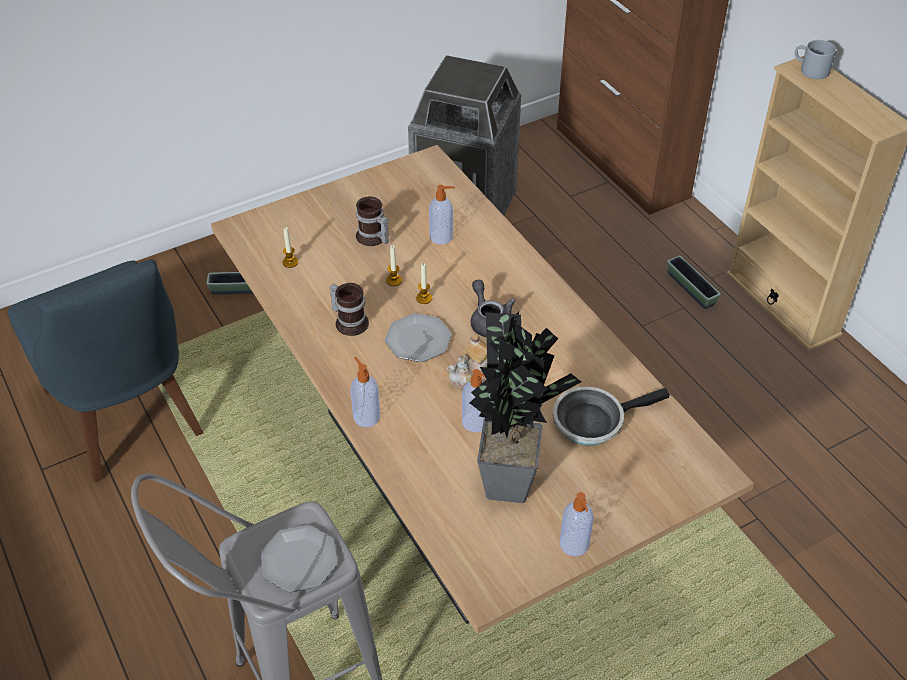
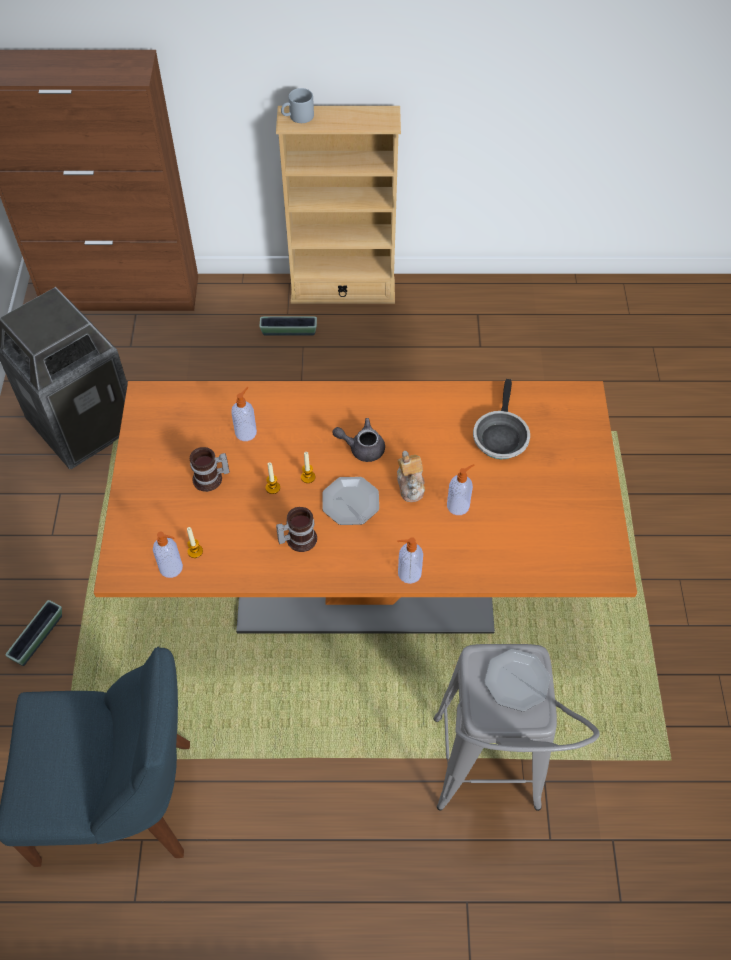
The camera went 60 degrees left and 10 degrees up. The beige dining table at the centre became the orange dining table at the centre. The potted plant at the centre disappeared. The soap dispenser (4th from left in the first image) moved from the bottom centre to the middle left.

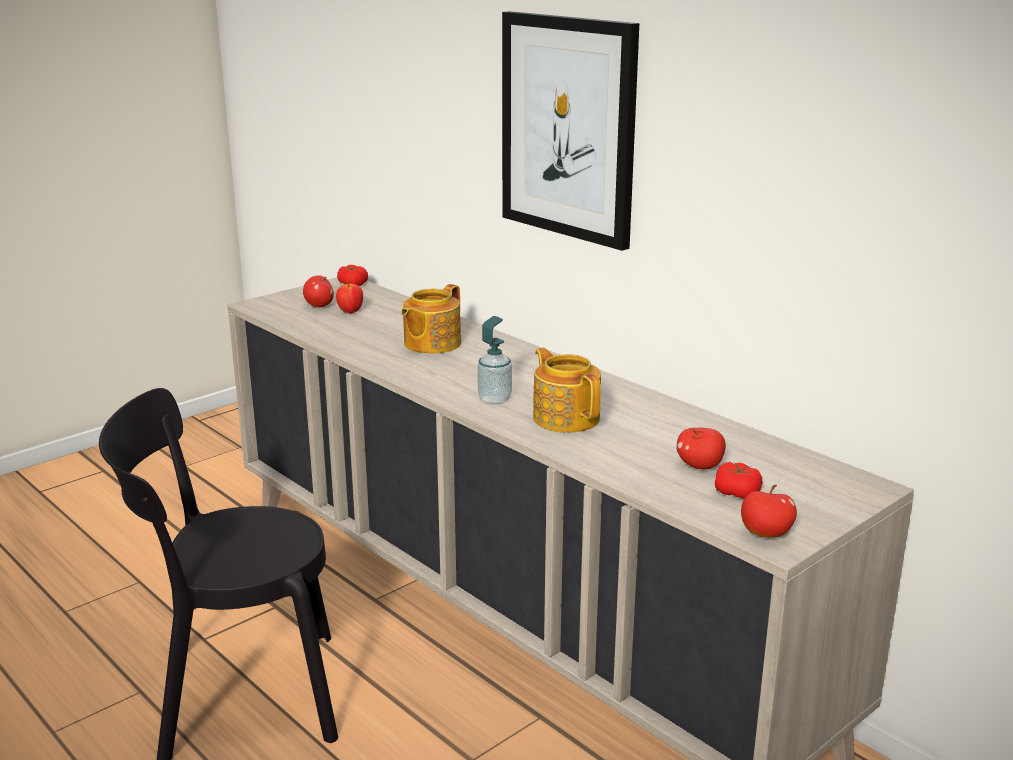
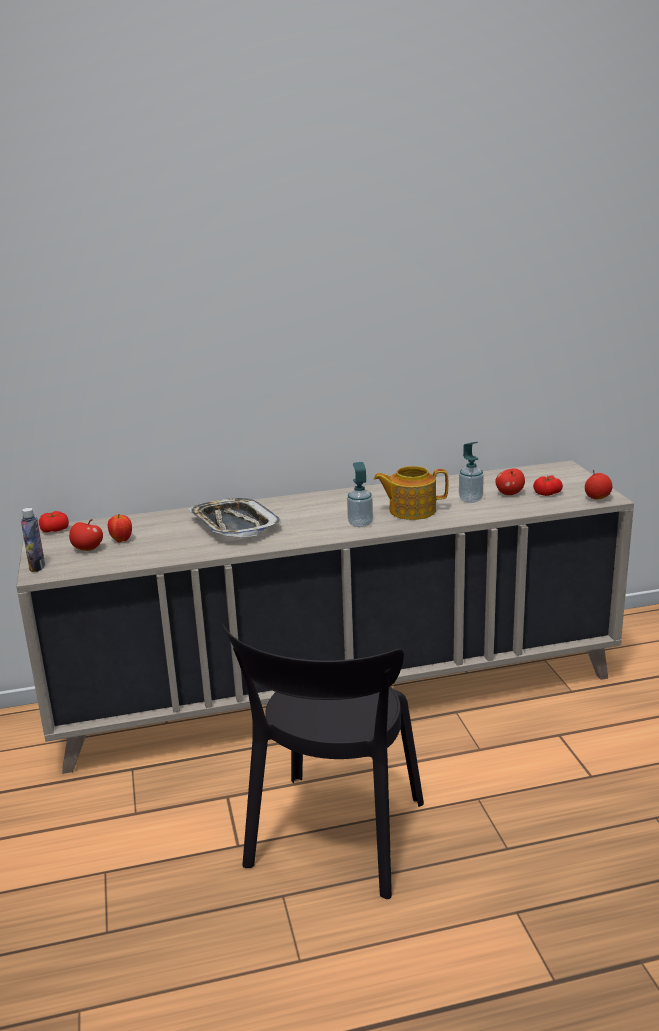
The camera went 60 degrees left and 0 degrees up. The teapot (1st from left) at the centre was replaced by the tray at the centre. The picture at the top centre disappeared. The bottle at the middle left appeared. The soap dispenser (2nd from left) at the middle right appeared.

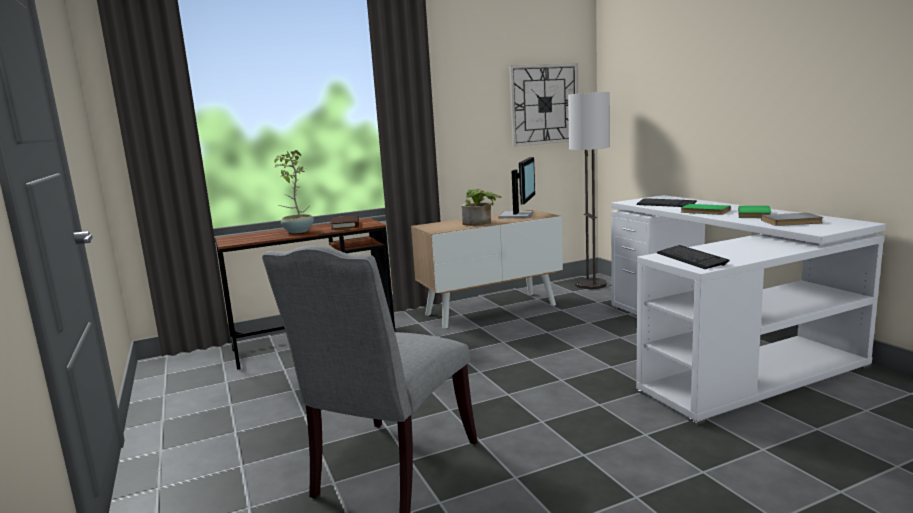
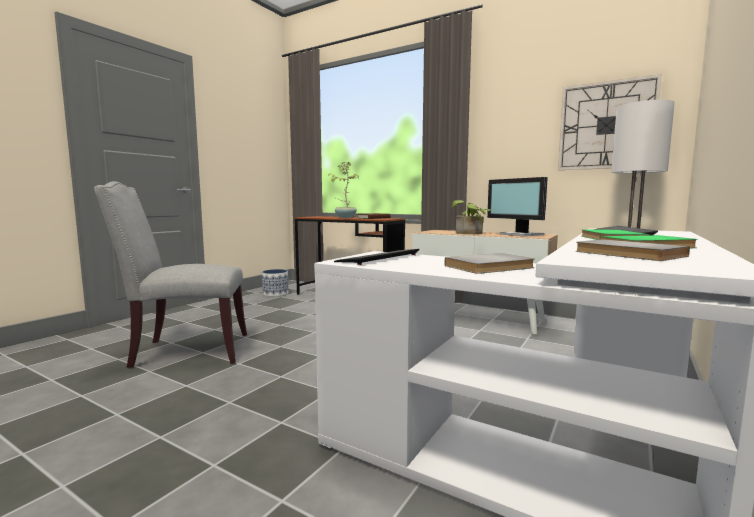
The camera went 55 degrees right and 5 degrees down. The monitor at the centre turned 75 degrees clockwise. The planter at the centre appeared. The grey book (1st from left) at the centre appeared.

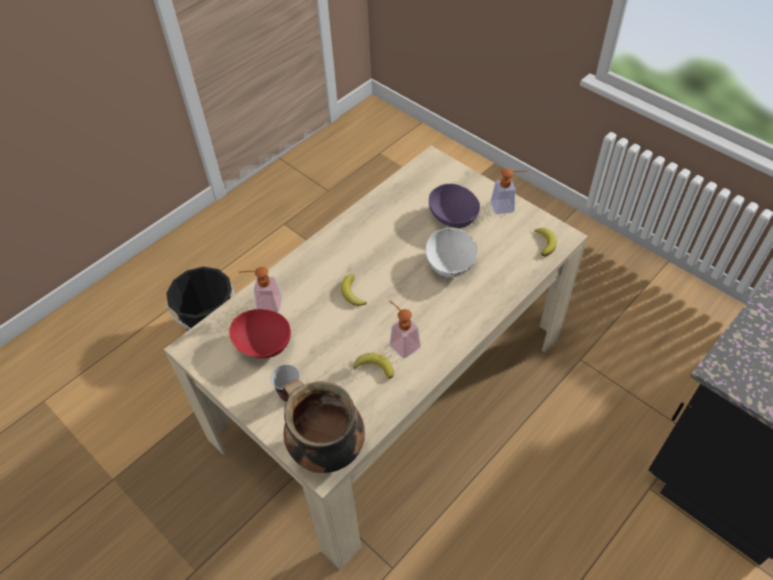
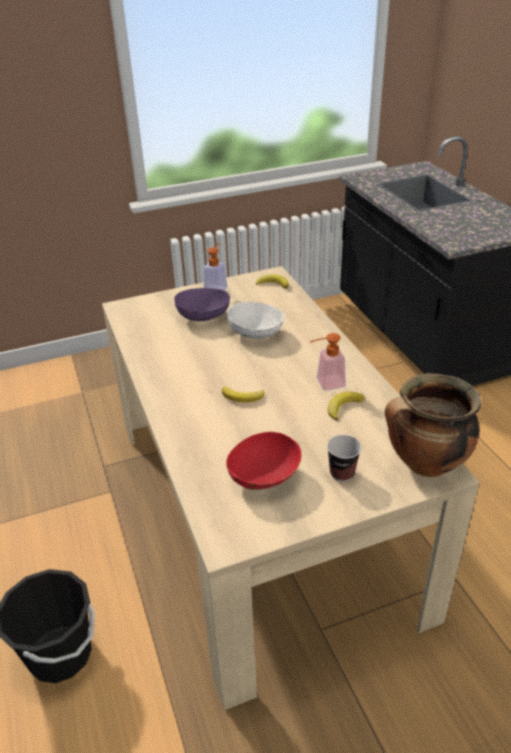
The camera went 65 degrees left and 15 degrees down. The soap dispenser (1st from left) at the centre disappeared.

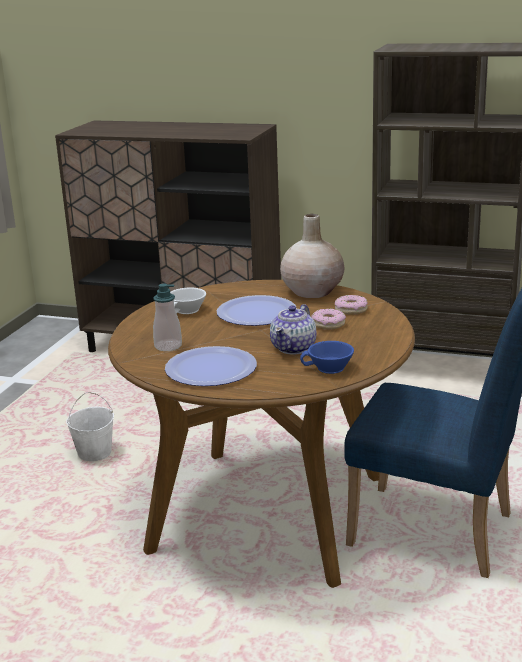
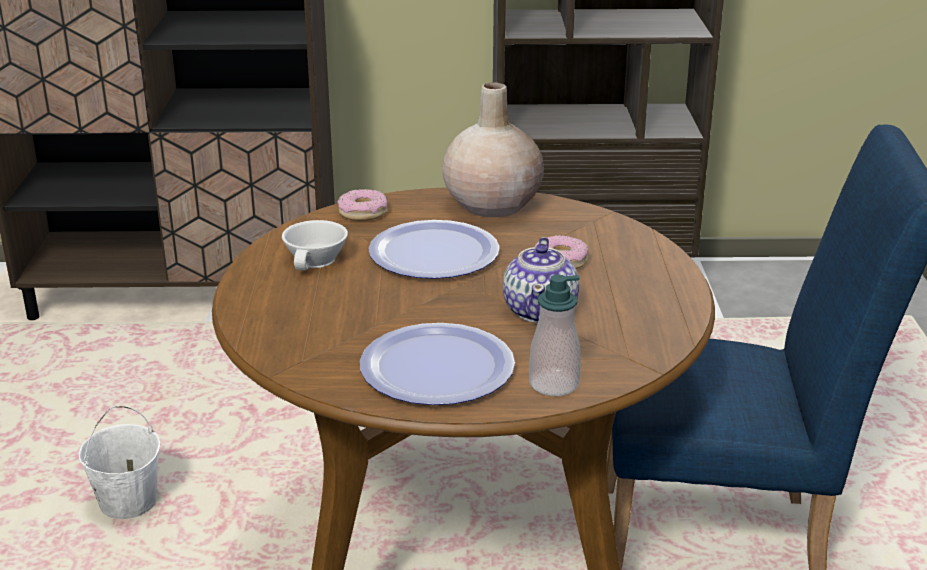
The camera went 20 degrees left and 5 degrees up. The soap dispenser moved from the middle left to the centre. The blue cup at the centre disappeared. The donut (2nd from left in the first image) moved from the middle right to the centre.

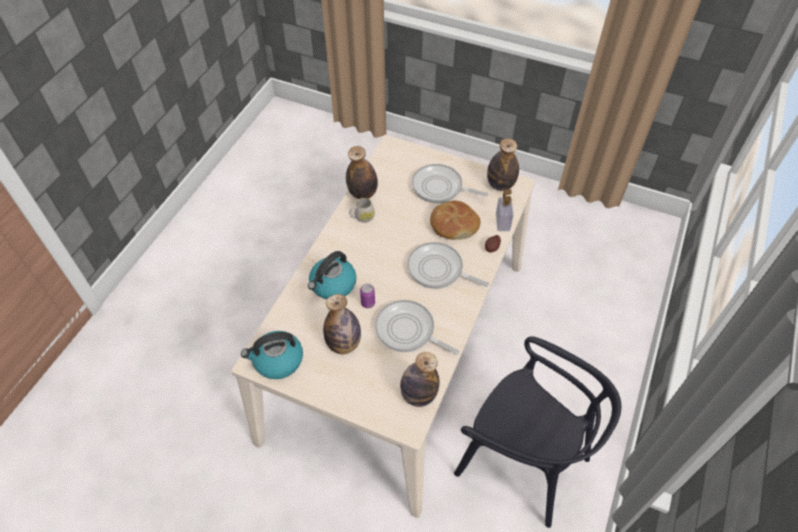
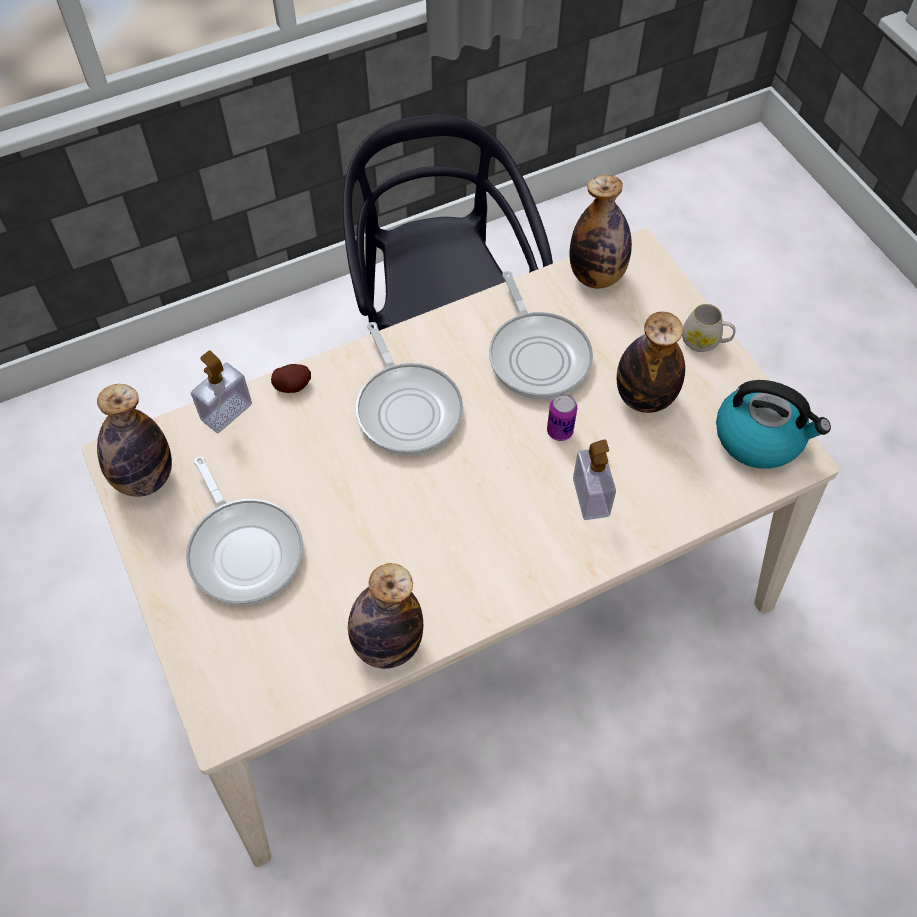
The camera went 140 degrees left and 5 degrees up. The kettle (2nd from left) at the centre was replaced by the soap dispenser (2nd from left) at the centre. The white mug moved from the centre to the middle right. The bread at the centre disappeared.

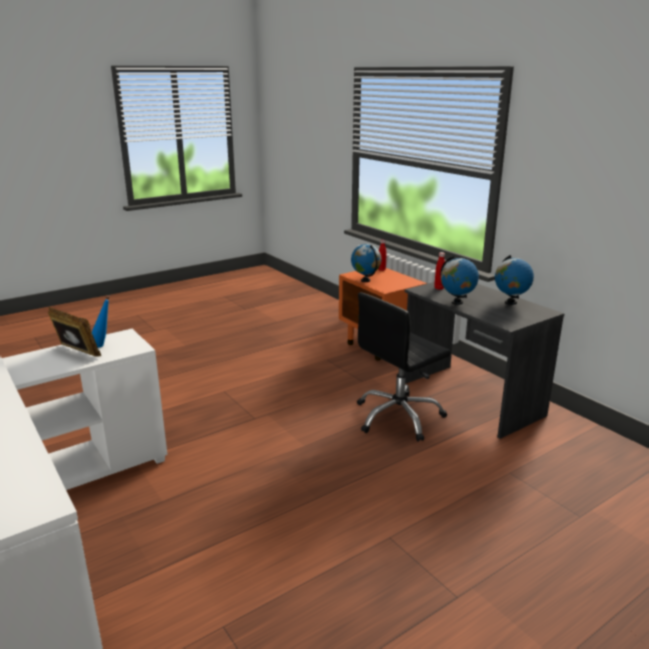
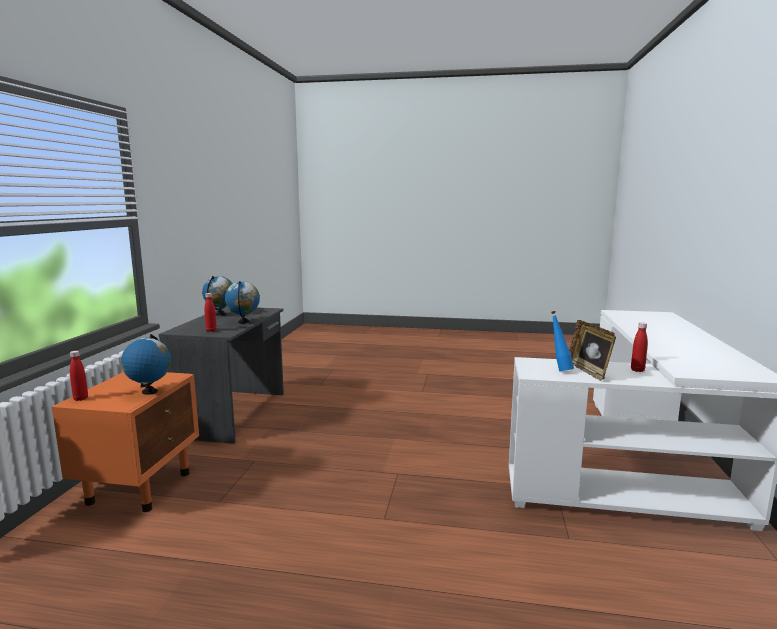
The camera went 135 degrees left and 10 degrees down. The black office chair at the centre disappeared. The red bottle (3rd from left) at the middle right appeared.

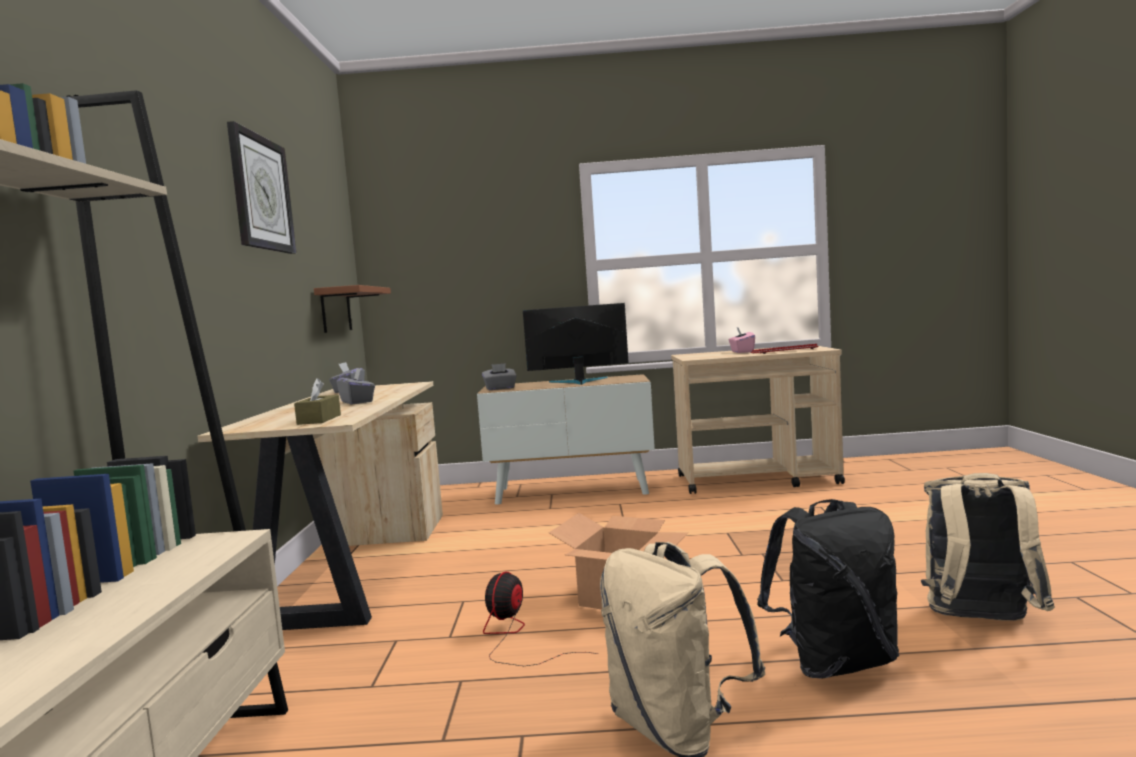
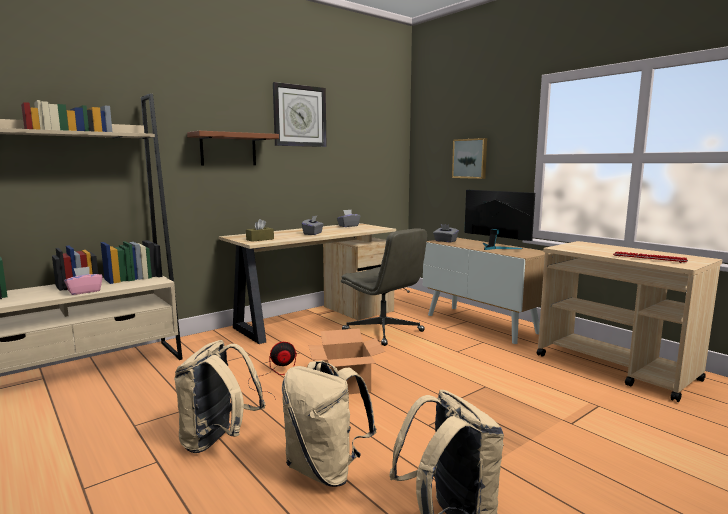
The camera went 50 degrees right and 5 degrees up. The brown shelf moved from the middle left to the top left. The pink tissue box moved from the centre to the middle left. The black backpack at the bottom right became the beige backpack (2nd from left) at the bottom centre. The grey office chair at the centre appeared. The picture at the top centre appeared.

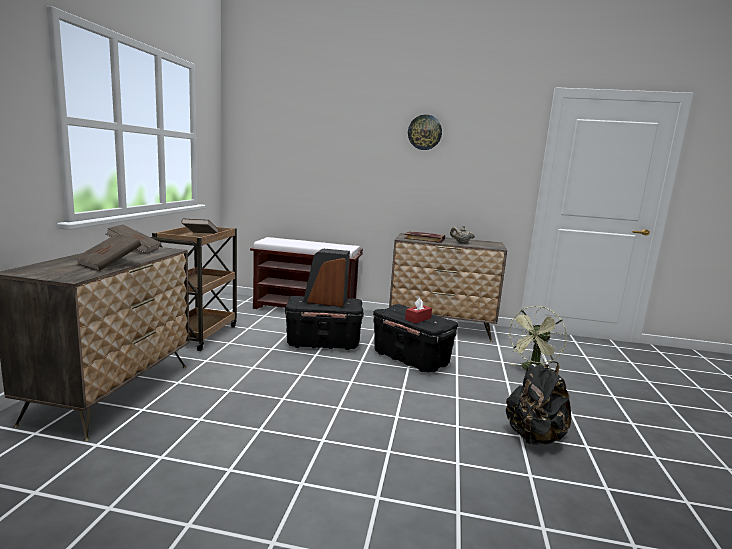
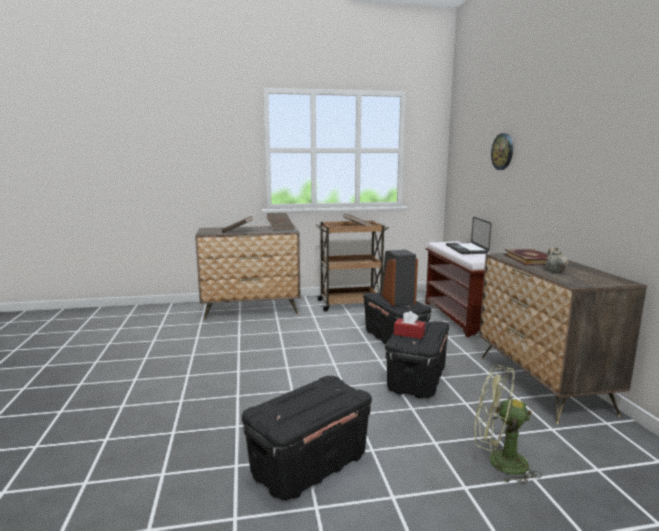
The camera went 70 degrees right and 0 degrees up. The wall clock moved from the top centre to the top right. The black backpack at the bottom right was replaced by the black storage box (1st from left) at the bottom centre. The laptop at the middle right appeared.

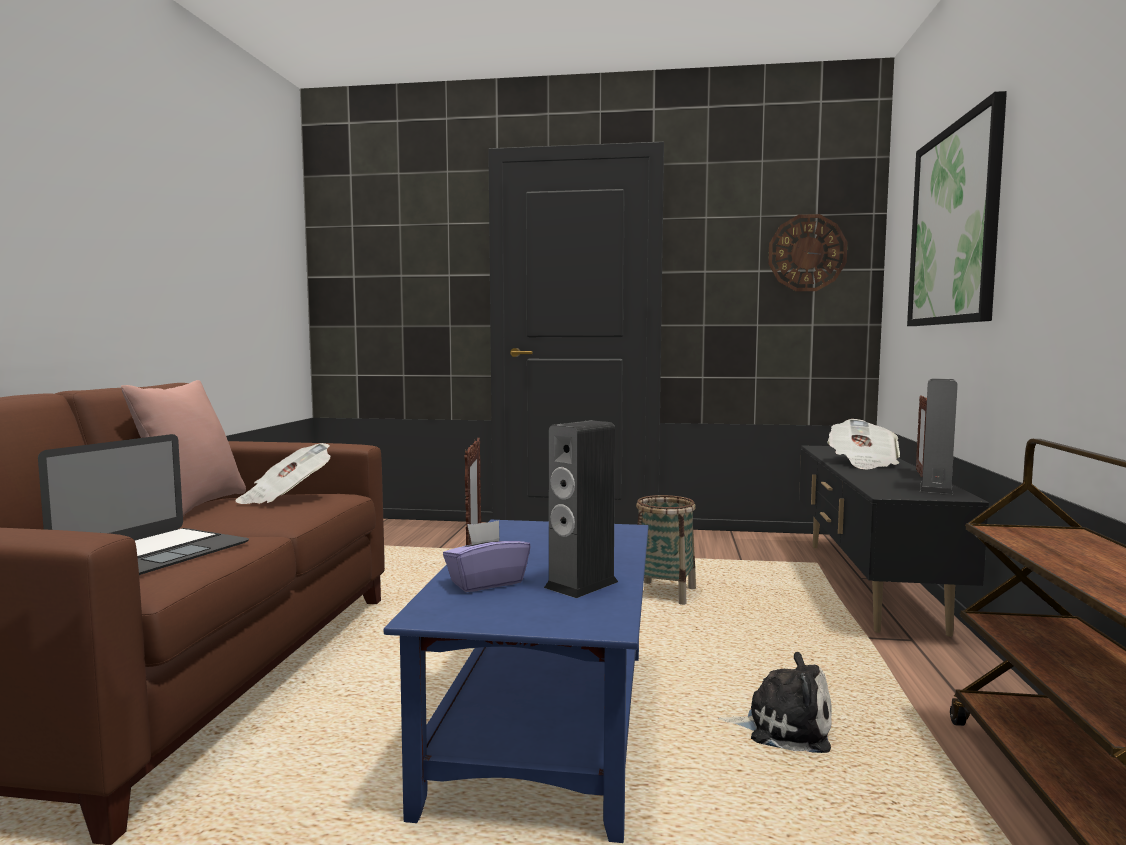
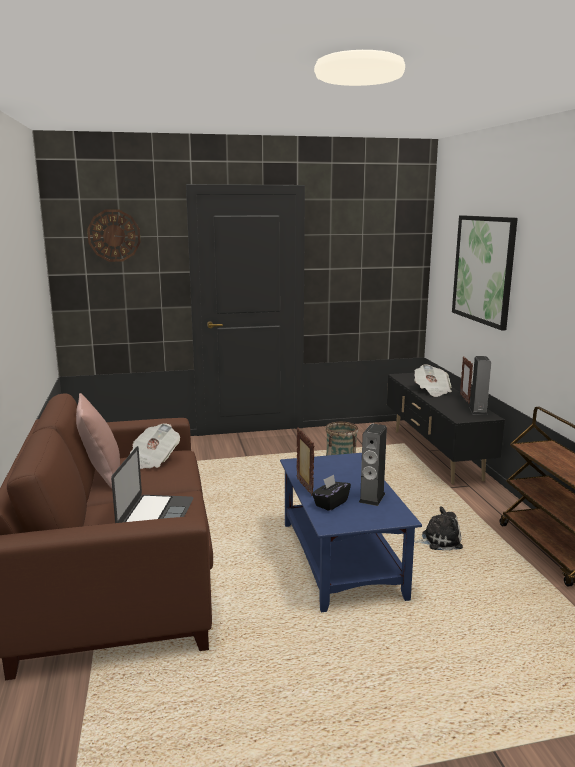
The camera went 20 degrees left and 10 degrees up. The purple tissue box at the centre became the black tissue box at the centre. The wall clock moved from the top right to the top left.

